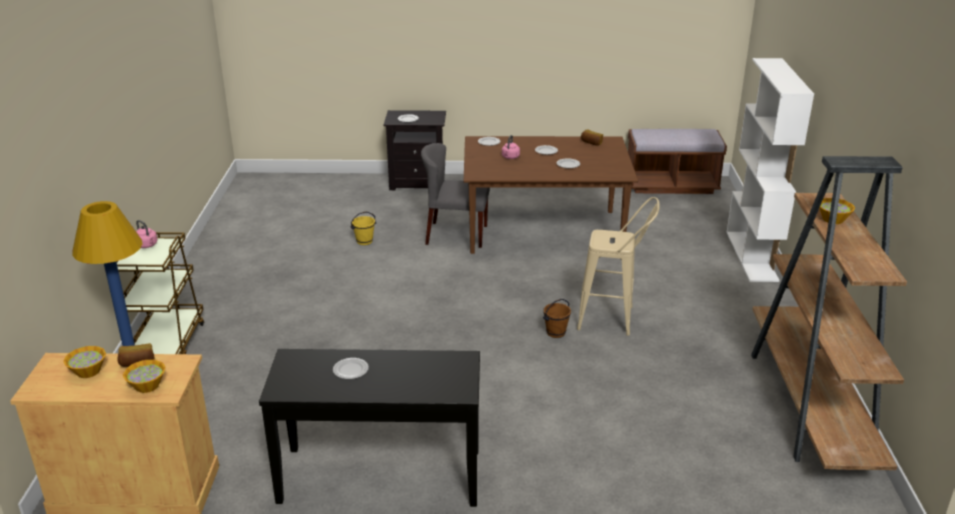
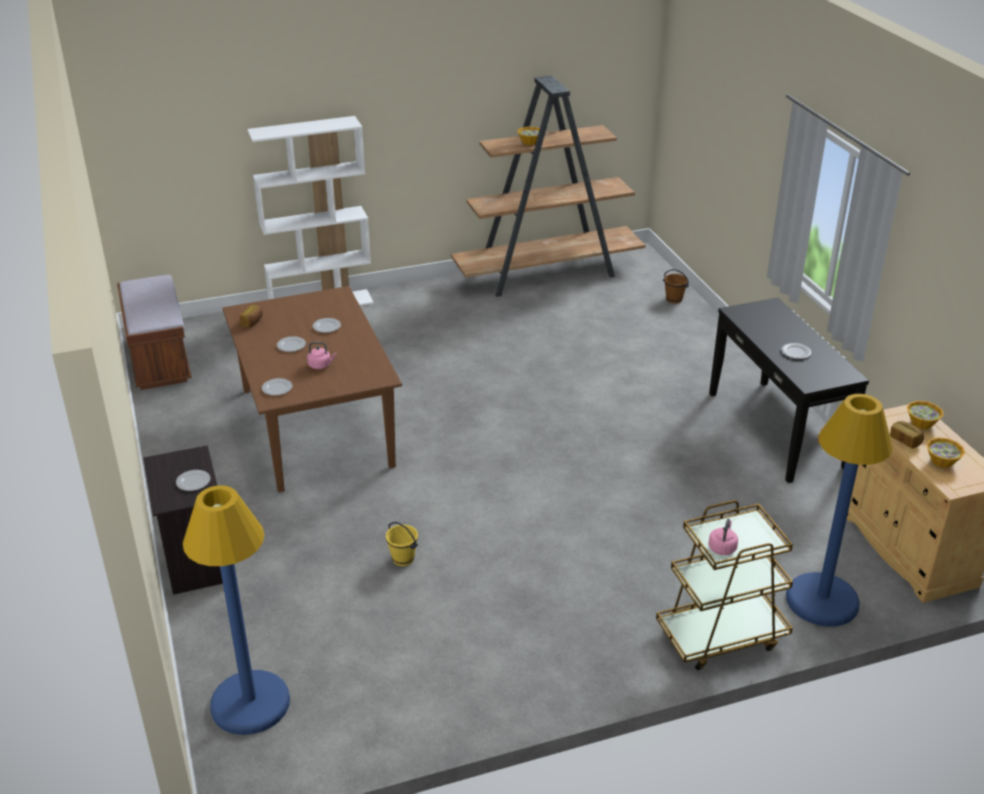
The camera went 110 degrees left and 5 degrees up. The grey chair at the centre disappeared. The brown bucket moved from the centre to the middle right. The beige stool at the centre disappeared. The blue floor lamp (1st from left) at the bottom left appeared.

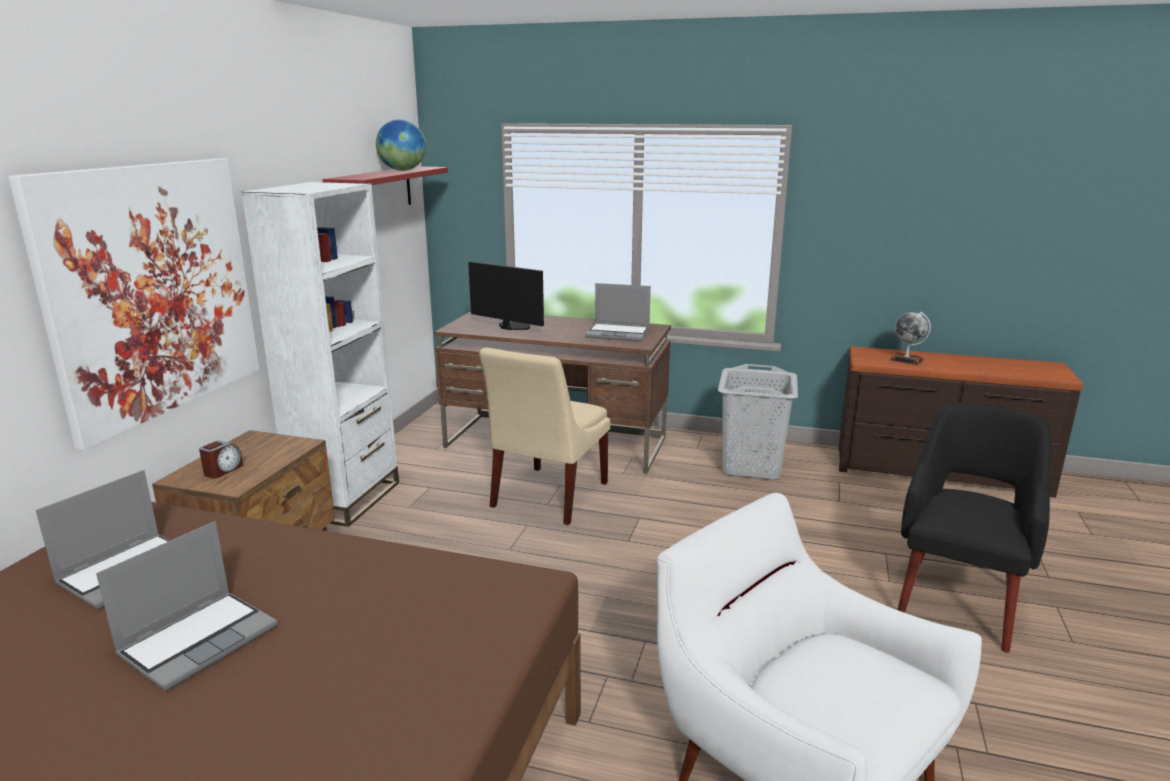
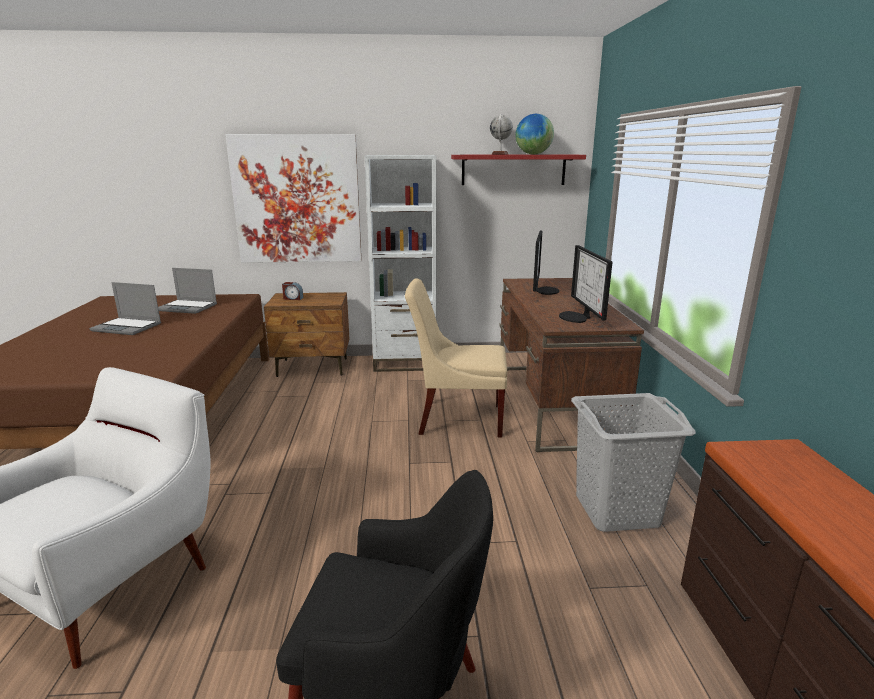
The camera went 70 degrees right and 0 degrees up. The laptop (3rd from left) at the centre was replaced by the monitor (2nd from left) at the middle right. The globe (2nd from left in the first image) moved from the middle right to the top centre.

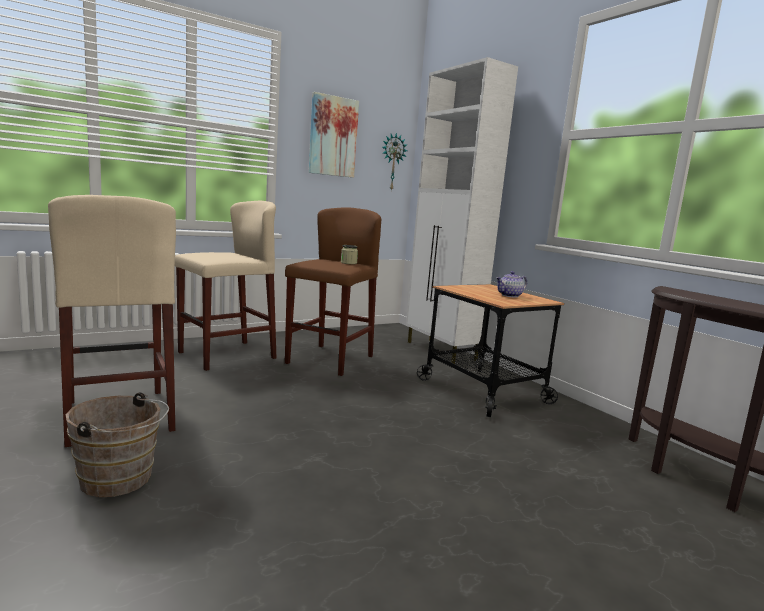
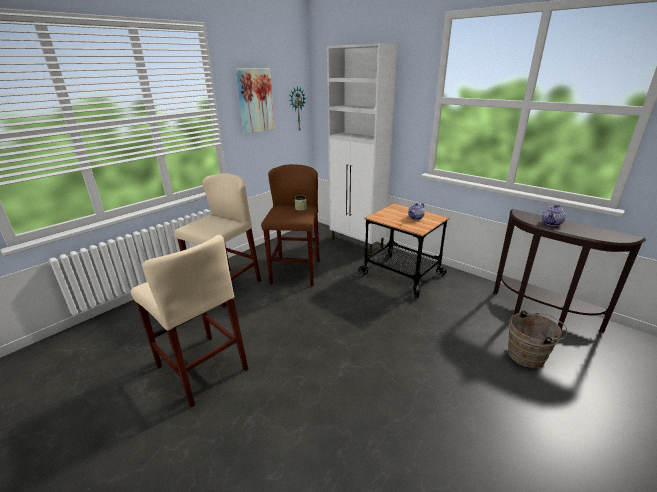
The camera went 15 degrees left and 15 degrees up. The brown bucket moved from the bottom left to the bottom right. The teapot (2nd from left) at the middle right appeared.

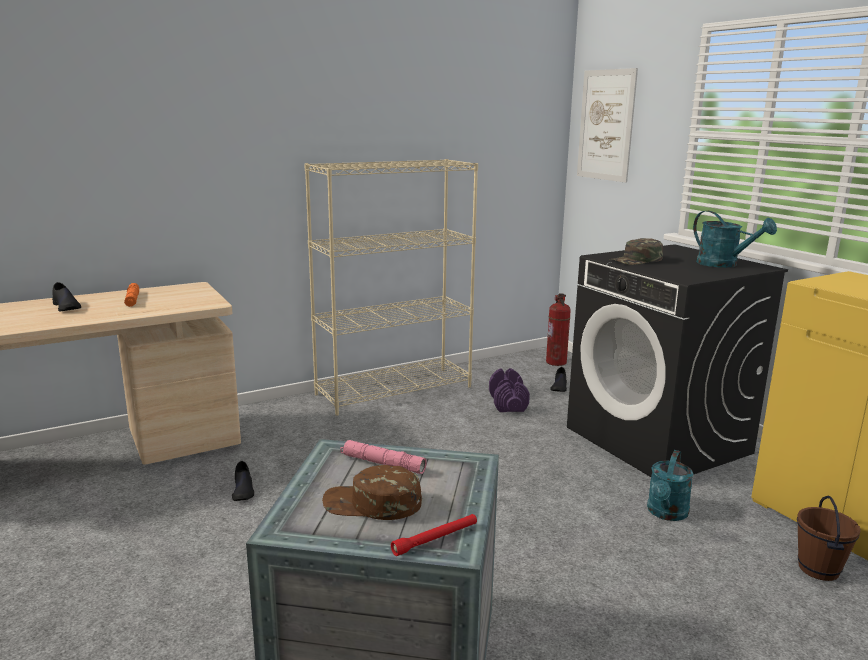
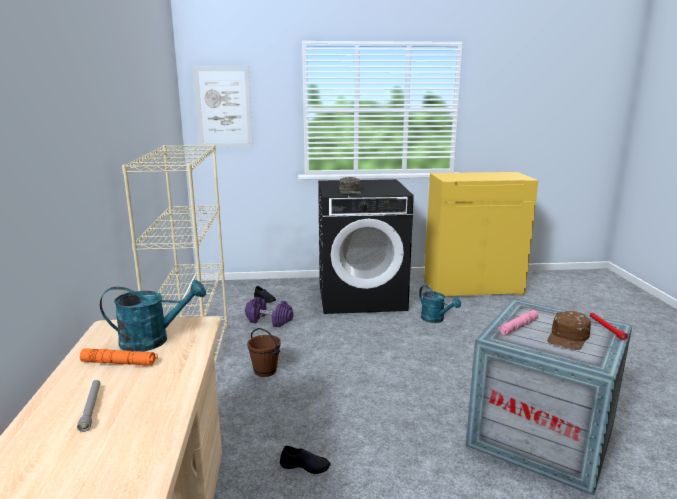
The camera went 65 degrees left and 0 degrees up. The black shoe (1st from left) at the middle left was replaced by the grey flashlight at the bottom left. The fire extinguisher at the centre disappeared. The turquoise watering can (2nd from left in the first image) moved from the middle right to the middle left. The brown bucket moved from the bottom right to the bottom centre.

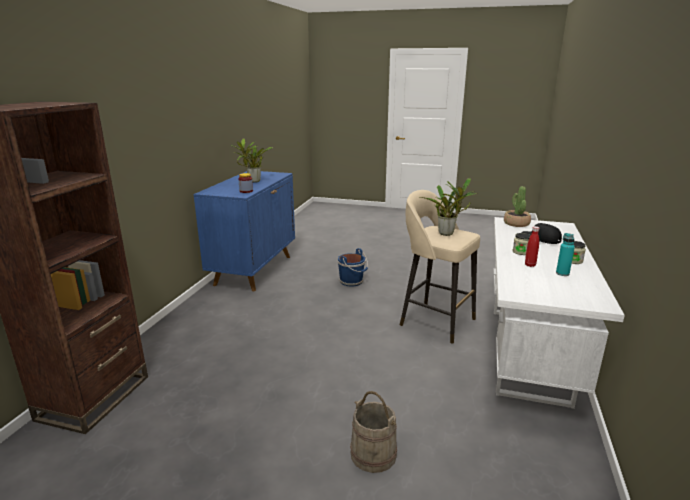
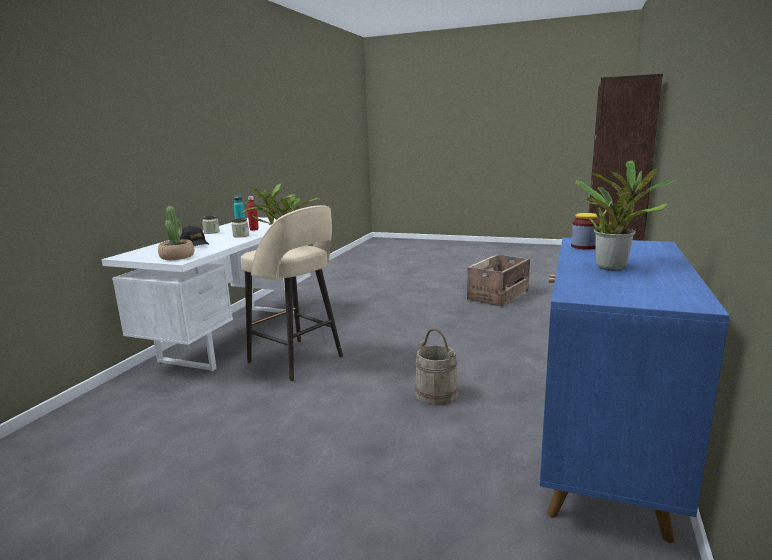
The camera went 175 degrees left and 5 degrees down. The blue bucket at the centre disappeared. The beige bucket moved from the bottom centre to the centre. The crate at the centre appeared.

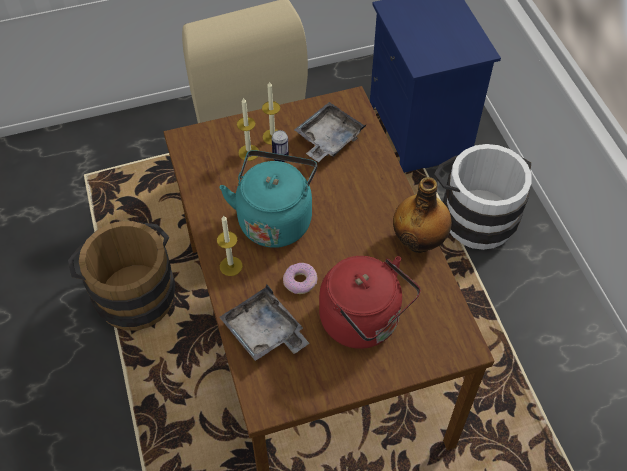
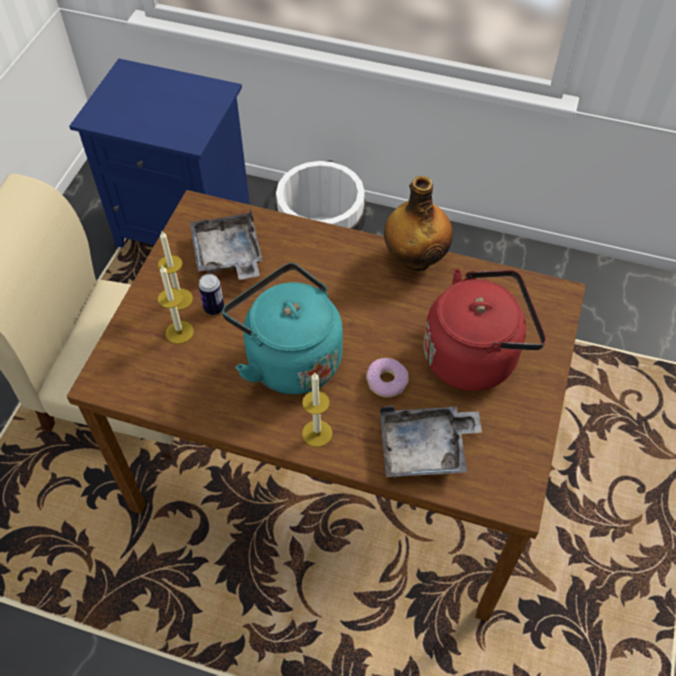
The camera went 55 degrees left and 0 degrees up. The brown bucket at the middle left disappeared.

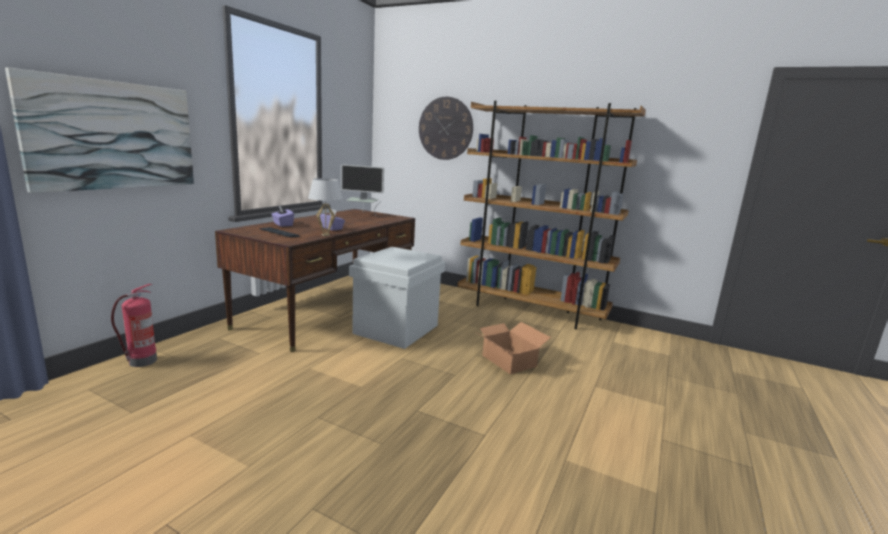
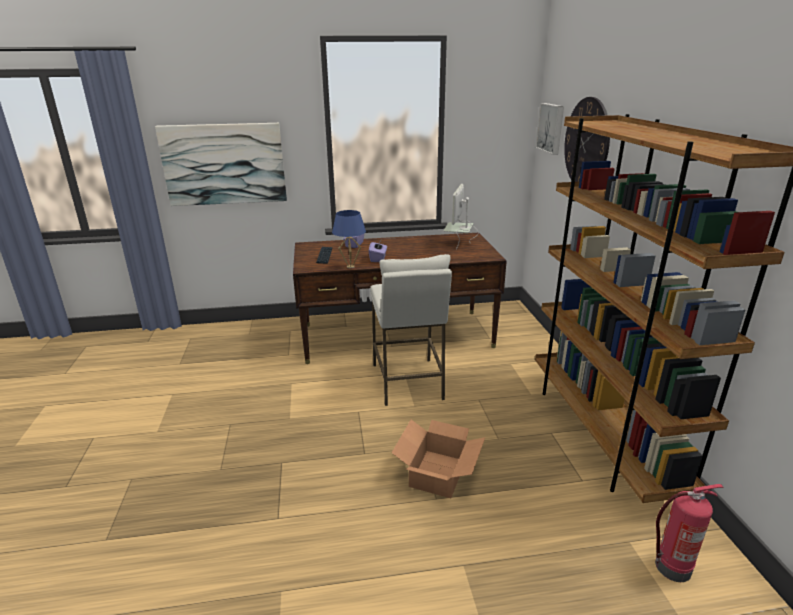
The camera went 55 degrees right and 10 degrees up. The fire extinguisher moved from the middle left to the bottom right. The white table lamp at the centre became the blue table lamp at the centre. The monitor at the centre turned 45 degrees clockwise. The white storage box at the centre was replaced by the white stool at the centre. The picture (2nd from left) at the top right appeared.

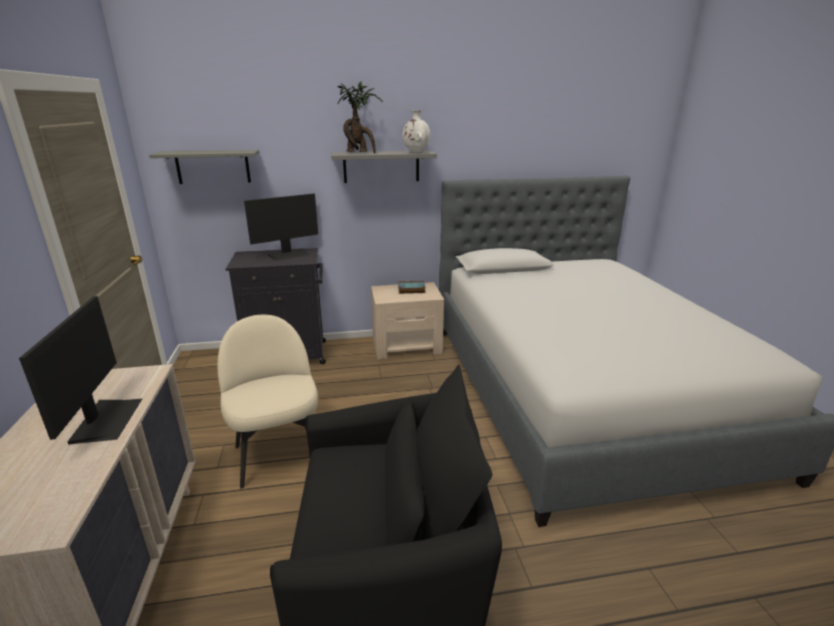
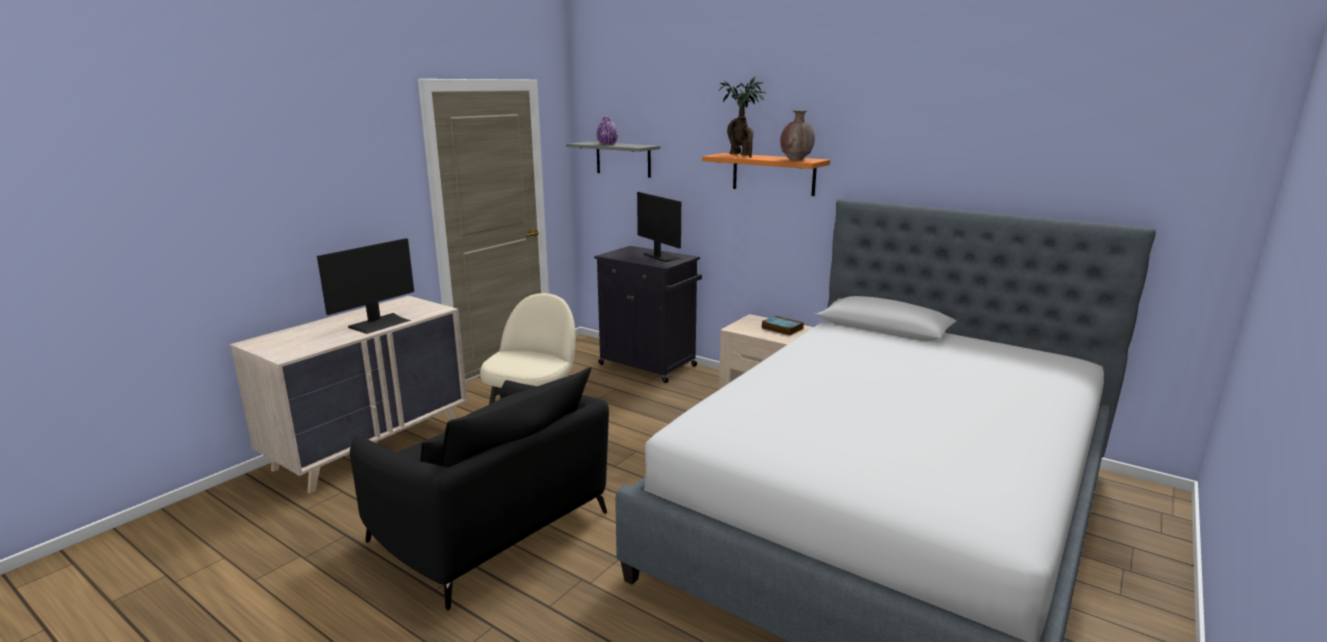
The camera went 45 degrees right and 5 degrees down. The monitor (2nd from left) at the centre turned 135 degrees counterclockwise. The grey shelf (2nd from left) at the top centre became the orange shelf at the top centre. The white vase at the top centre became the brown vase at the top centre. The purple vase at the top centre appeared.

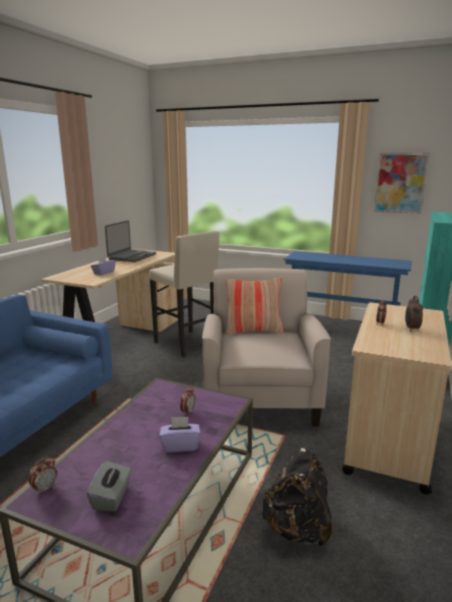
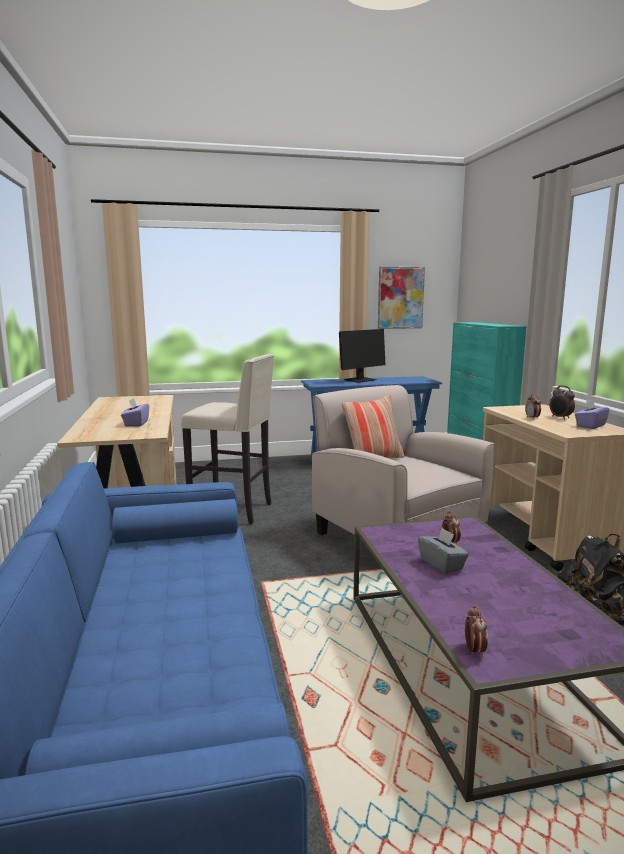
The camera went 35 degrees left and 5 degrees down. The grey tissue box moved from the bottom left to the middle right. The laptop at the middle left disappeared. The purple tissue box (2nd from left) moved from the bottom centre to the middle right. The monitor at the centre appeared.

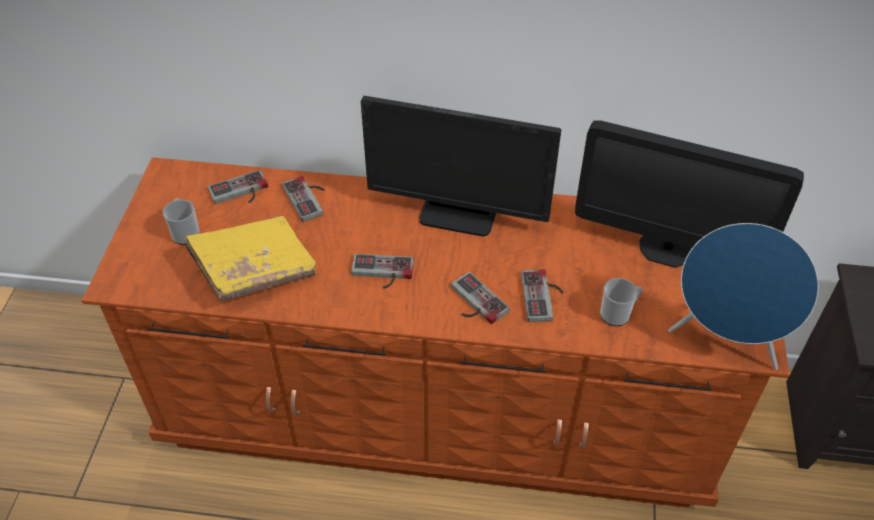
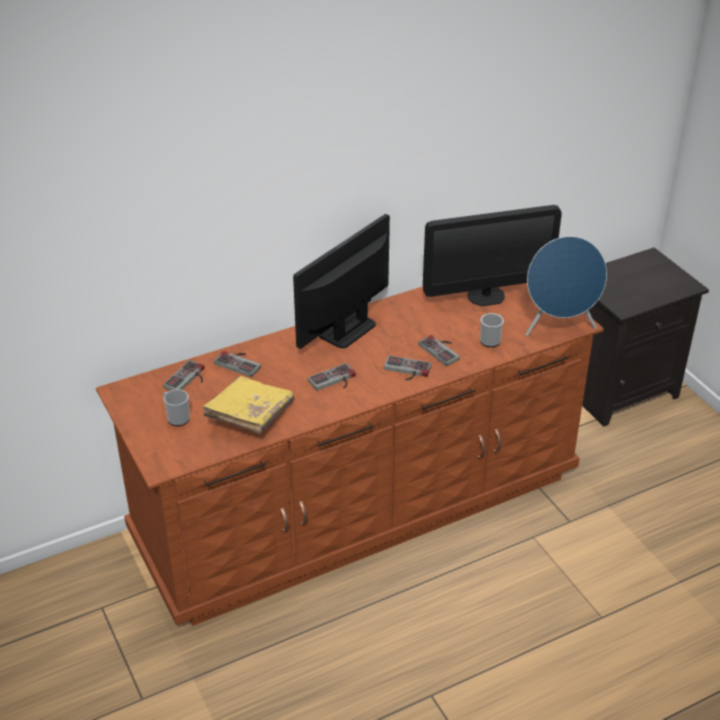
The camera went 35 degrees left and 10 degrees down. The monitor (1st from left) at the top centre turned 150 degrees clockwise.

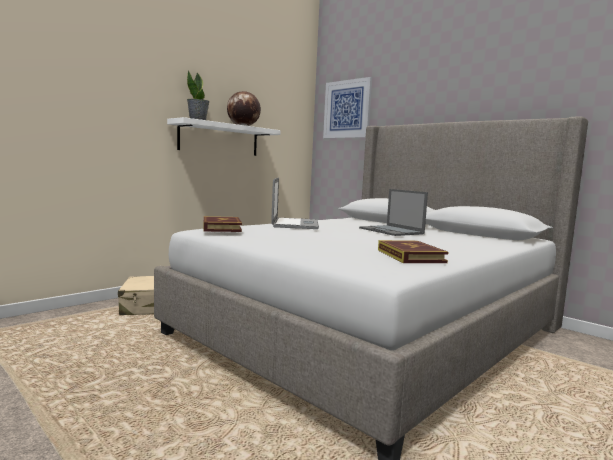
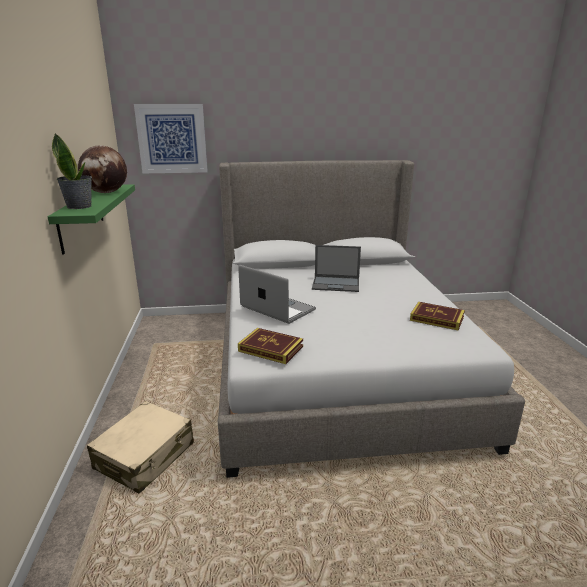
The camera went 50 degrees left and 15 degrees up. The white shelf at the top centre became the green shelf at the middle left.

